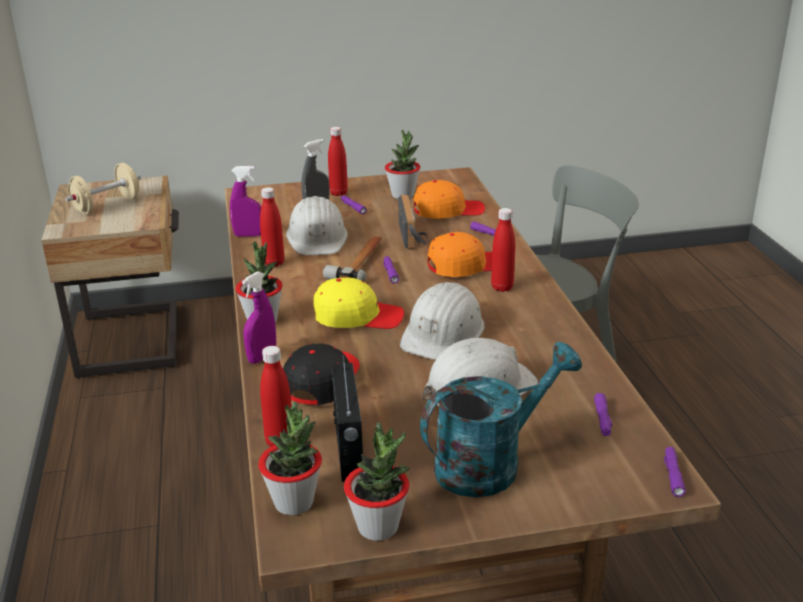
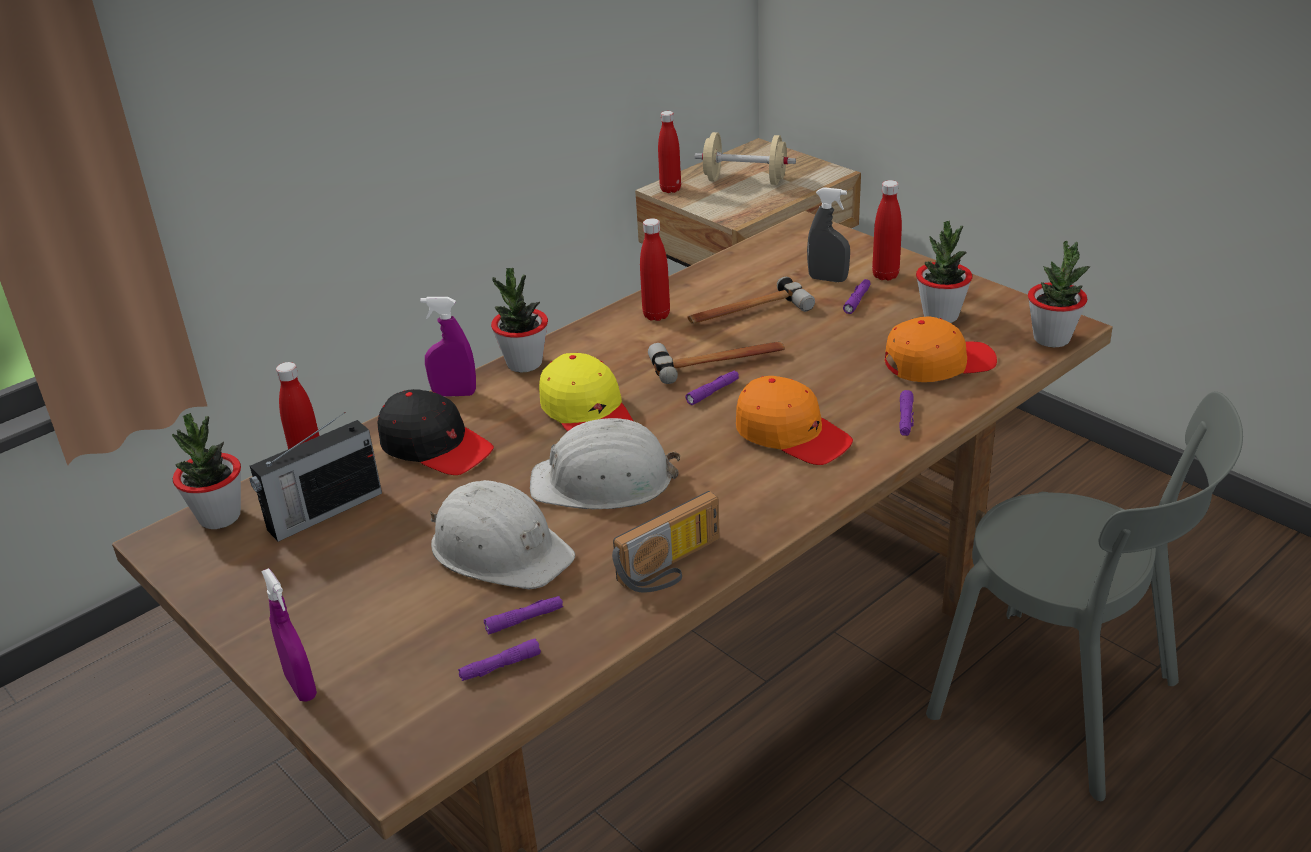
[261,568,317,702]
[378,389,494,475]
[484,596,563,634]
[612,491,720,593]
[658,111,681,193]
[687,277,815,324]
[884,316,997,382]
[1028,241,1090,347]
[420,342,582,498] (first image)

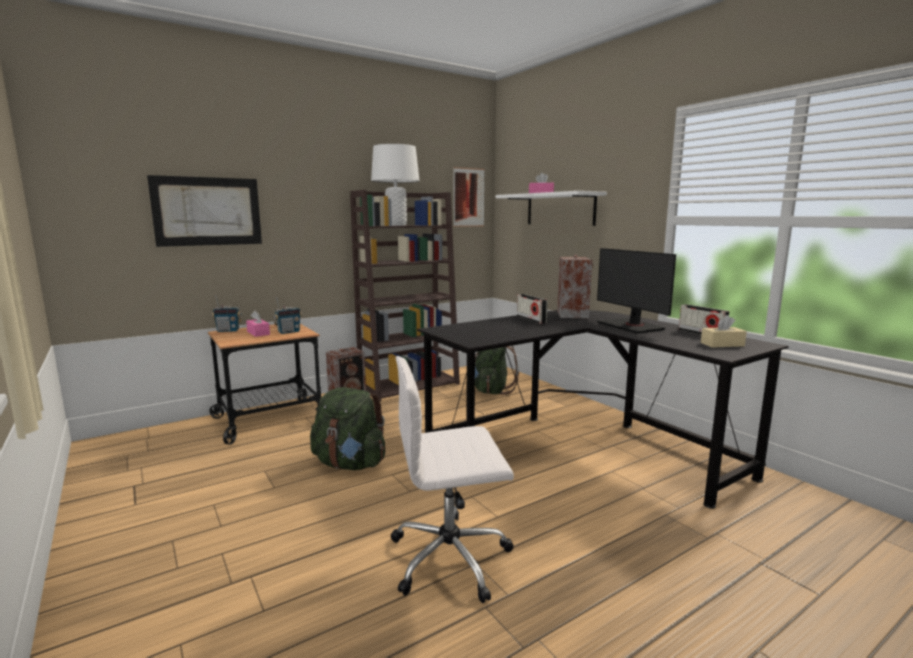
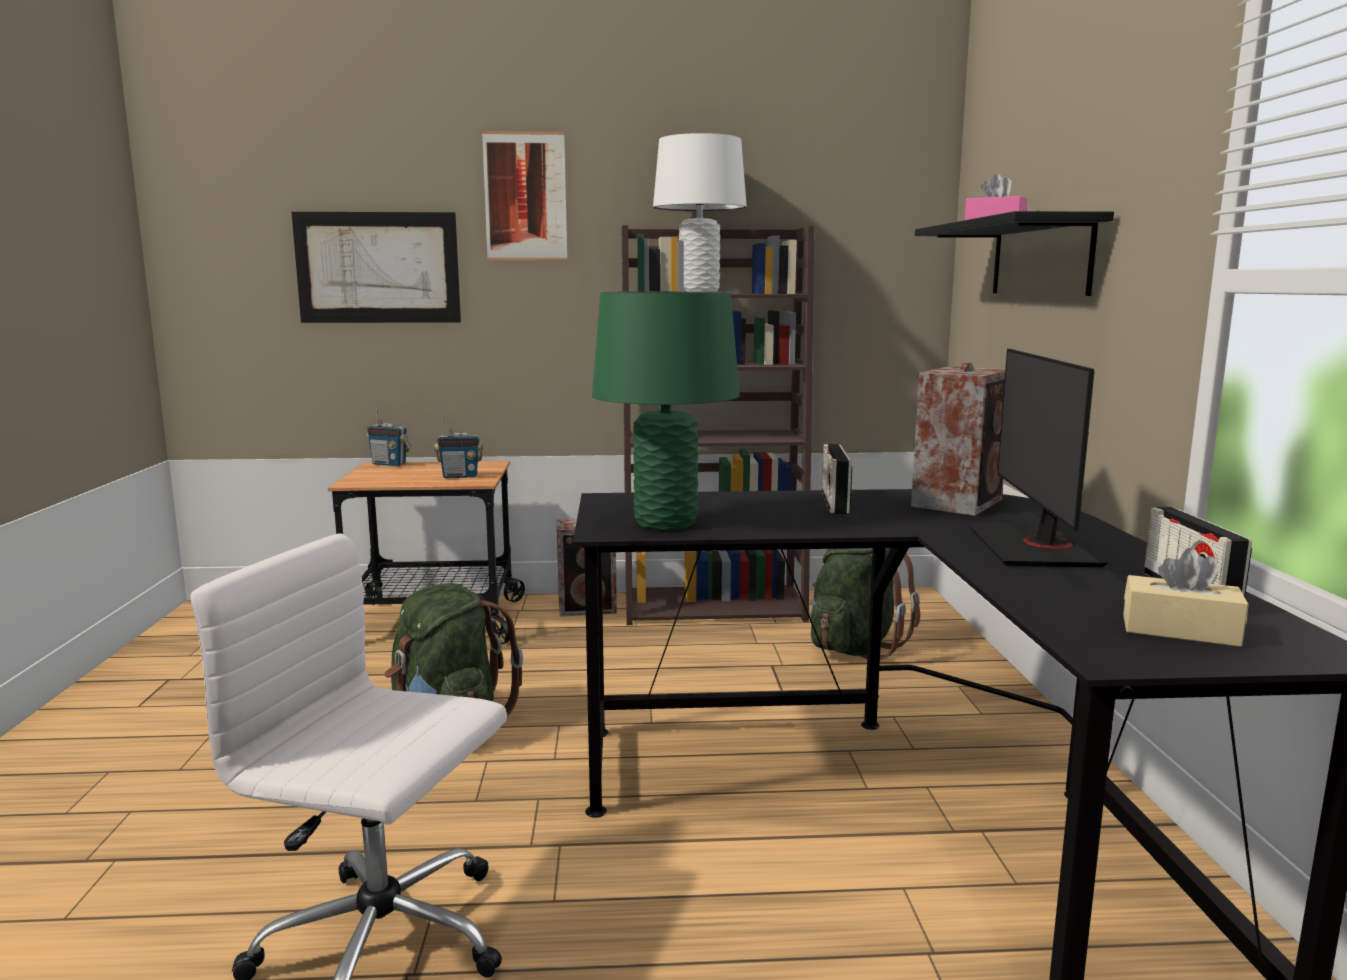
[482,131,567,260]
[592,291,740,530]
[915,211,1114,296]
[246,311,270,337] (first image)

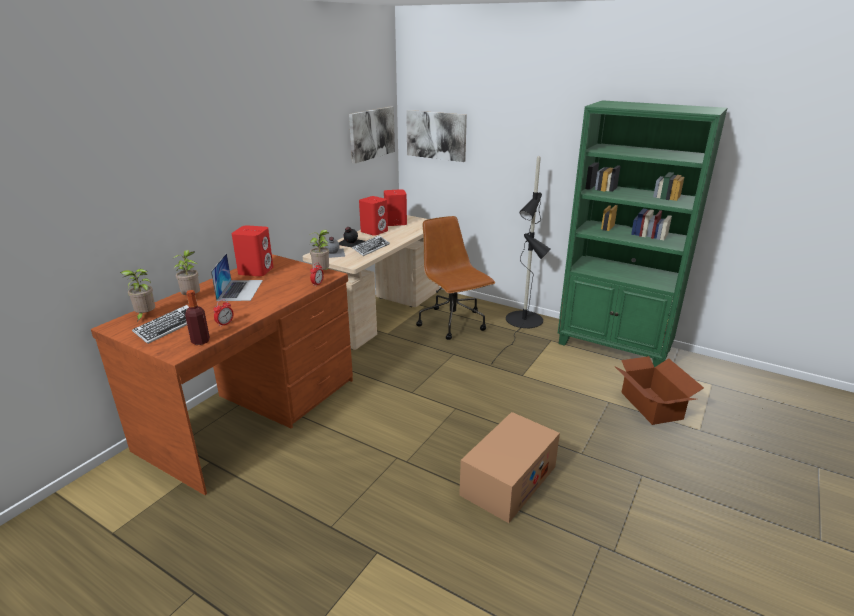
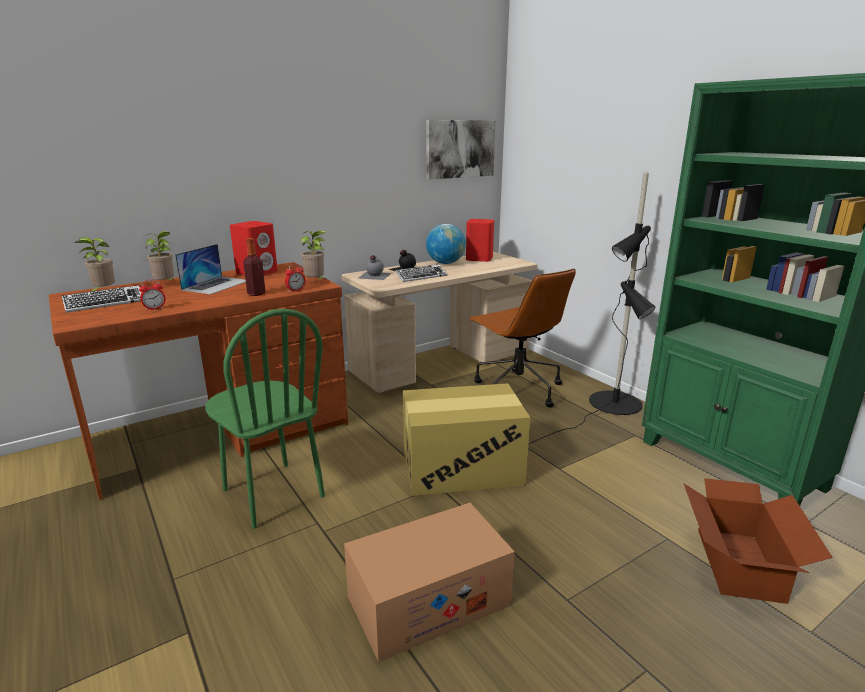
[205,309,325,529]
[243,238,266,296]
[403,383,530,496]
[426,224,466,264]
[468,268,576,407]
[406,110,467,162] (first image)

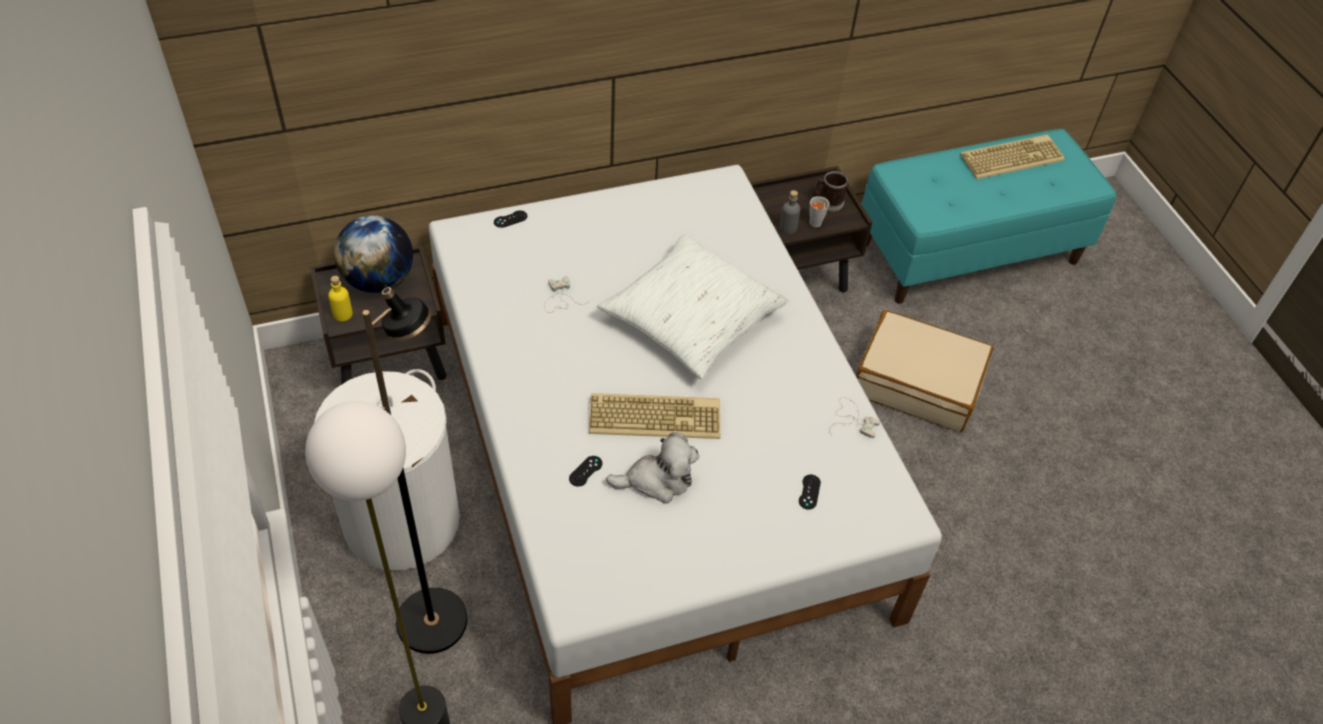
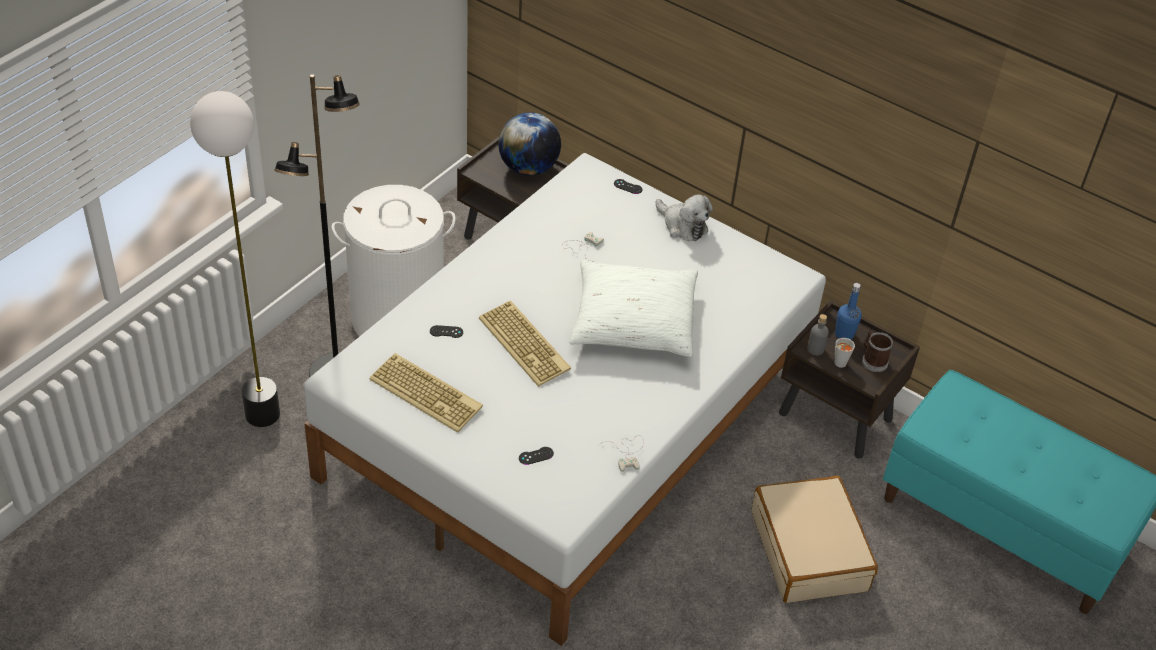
[369,353,483,433]
[656,194,713,241]
[835,283,862,340]
[328,276,353,321] (first image)

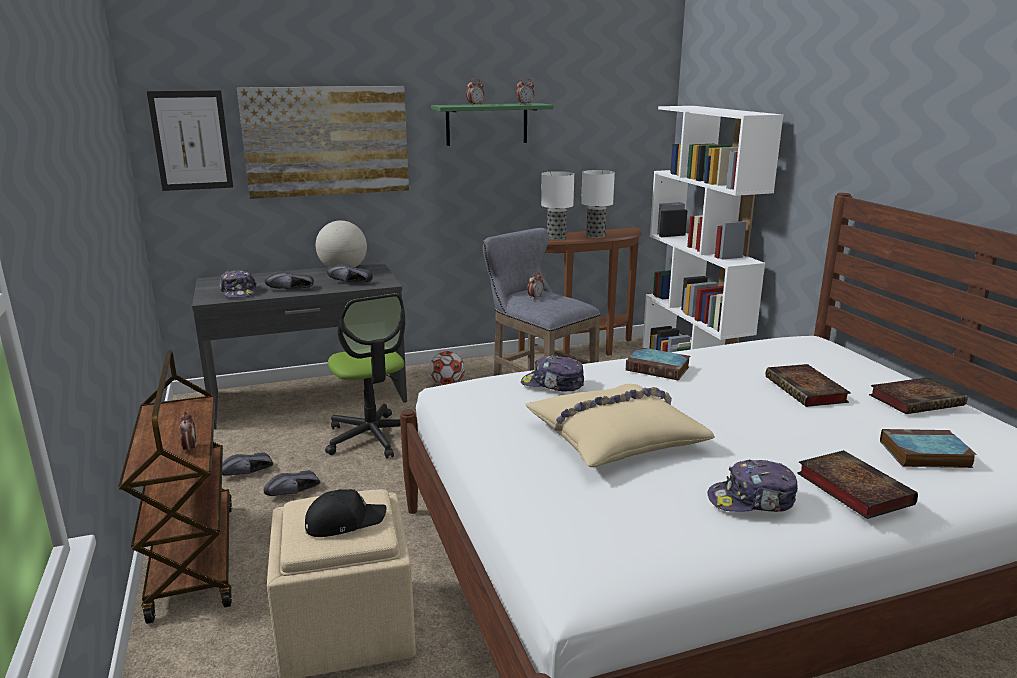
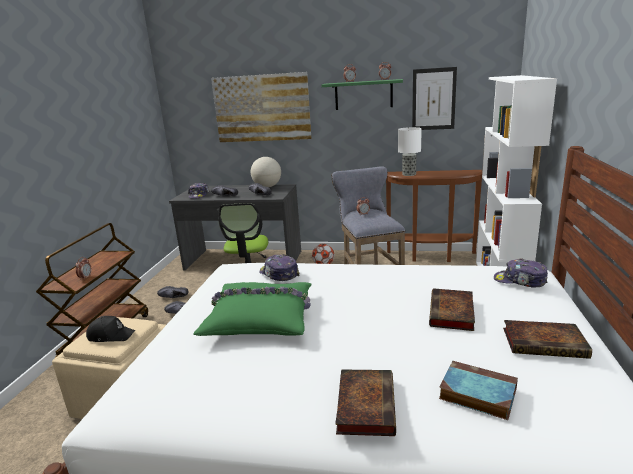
[193,282,312,336]
[412,67,457,130]
[494,258,548,287]
[581,170,615,238] (first image)
[626,347,690,380] (first image)

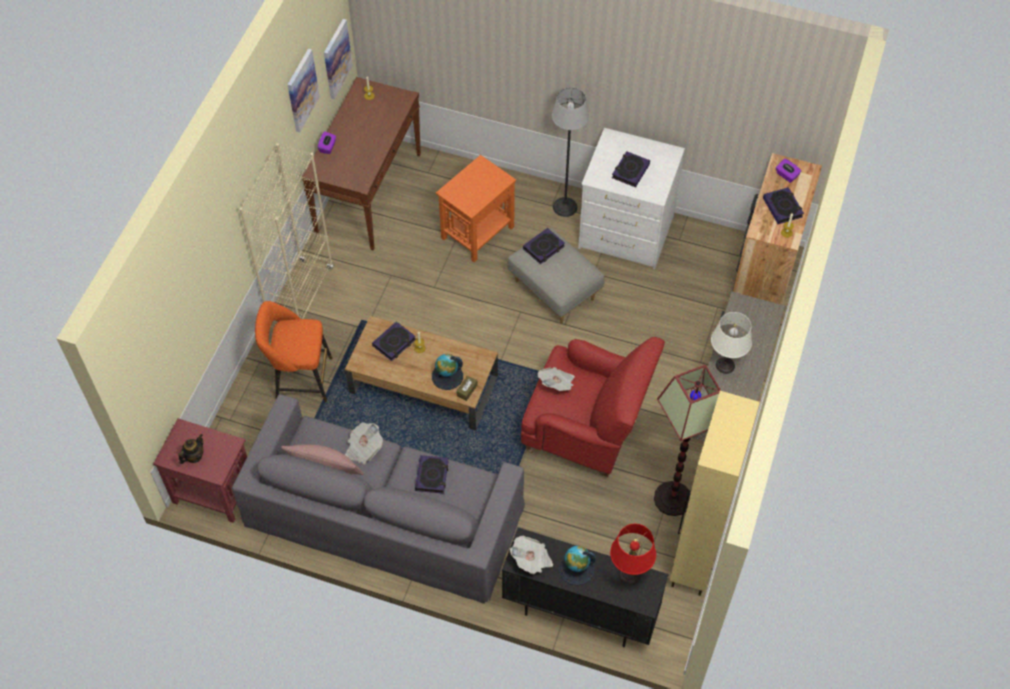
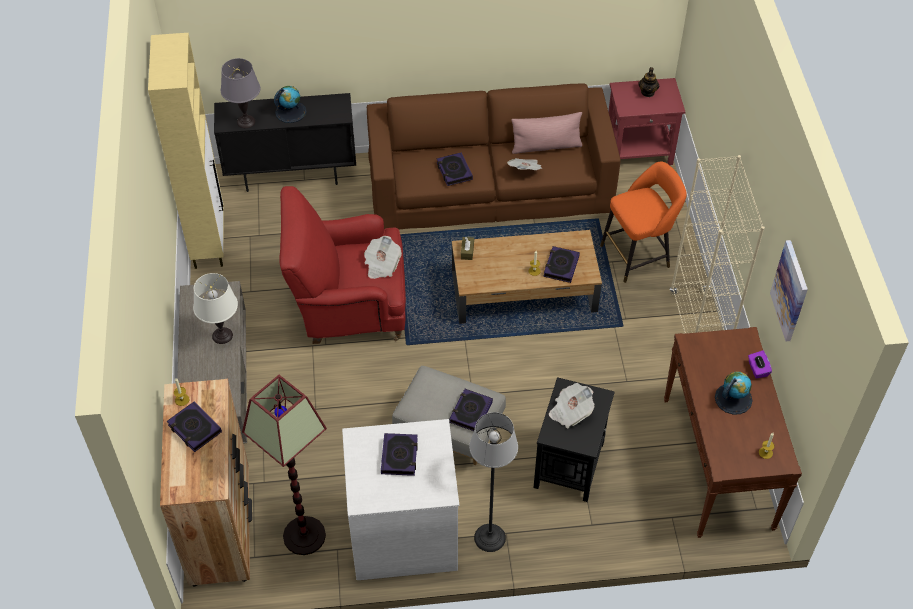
[221,58,260,128]
[242,375,327,555]
[367,83,621,229]
[533,377,615,502]
[549,383,594,428]
[715,371,753,415]
[324,19,353,99] (first image)
[776,159,801,183] (first image)

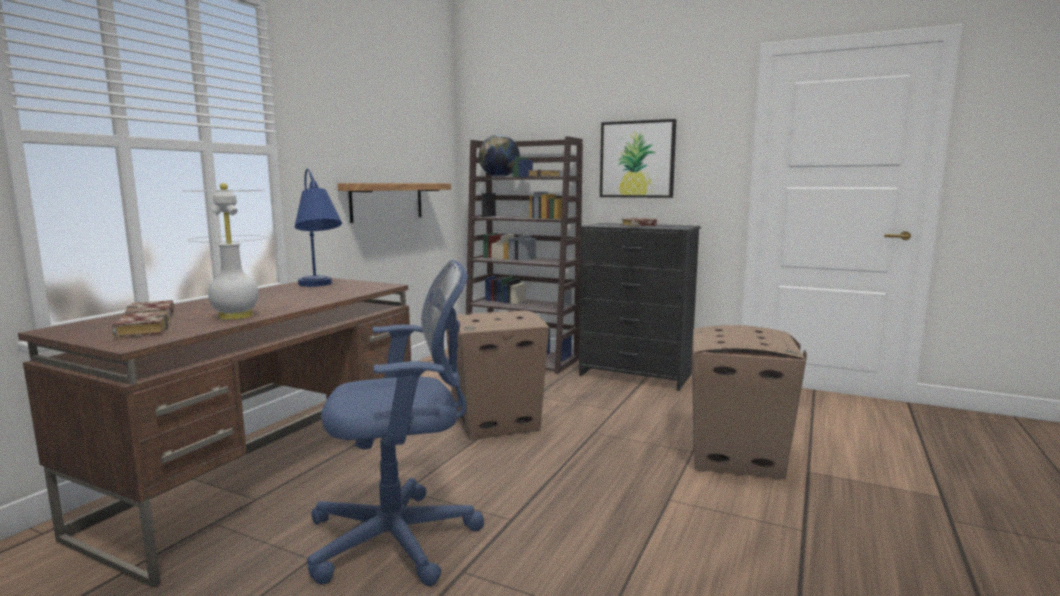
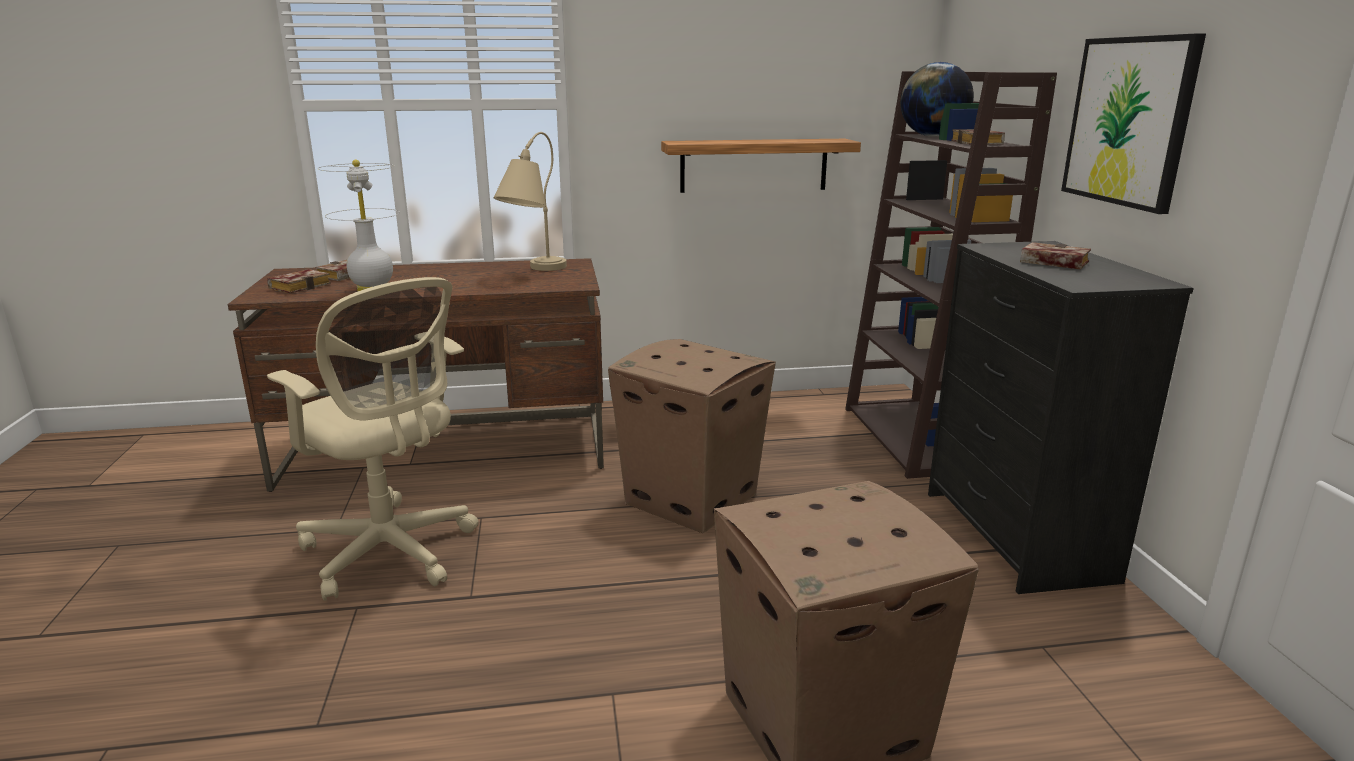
[267,277,478,601]
[494,132,567,271]

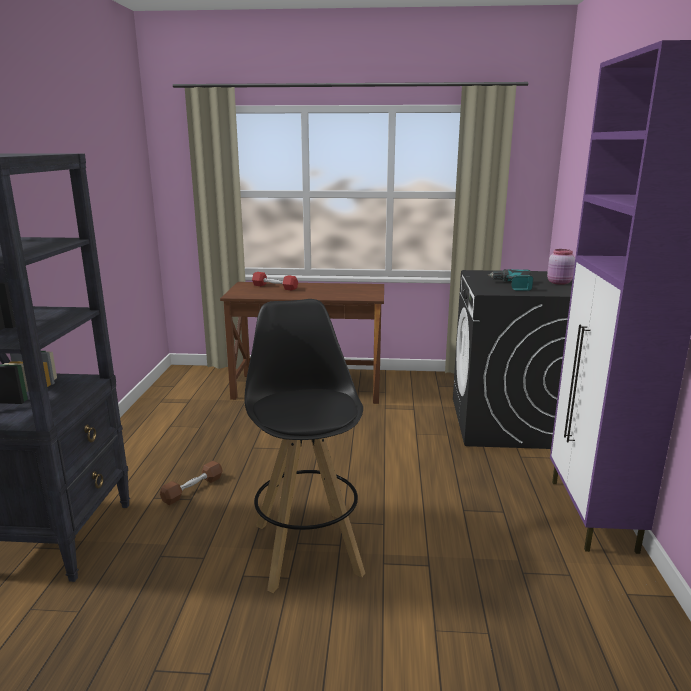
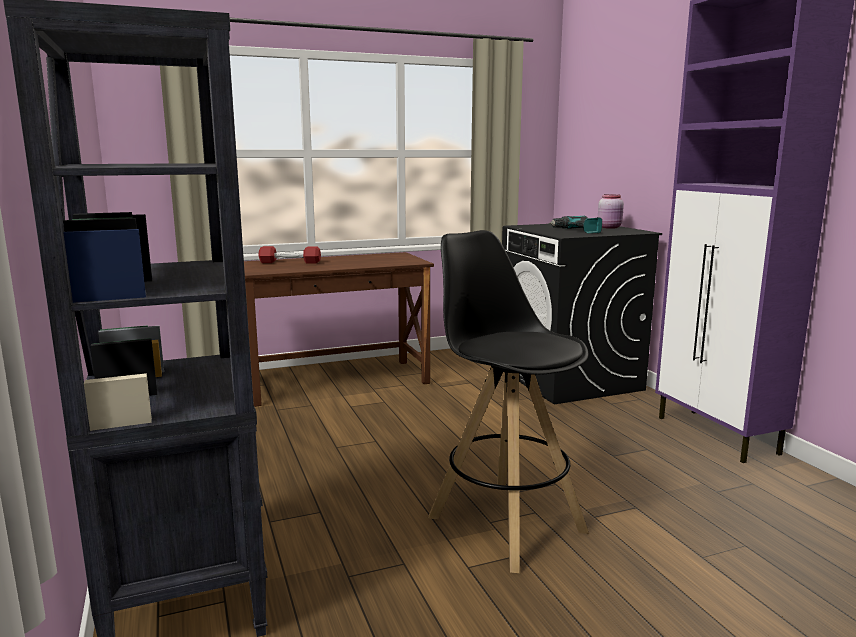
[160,461,223,505] (first image)

